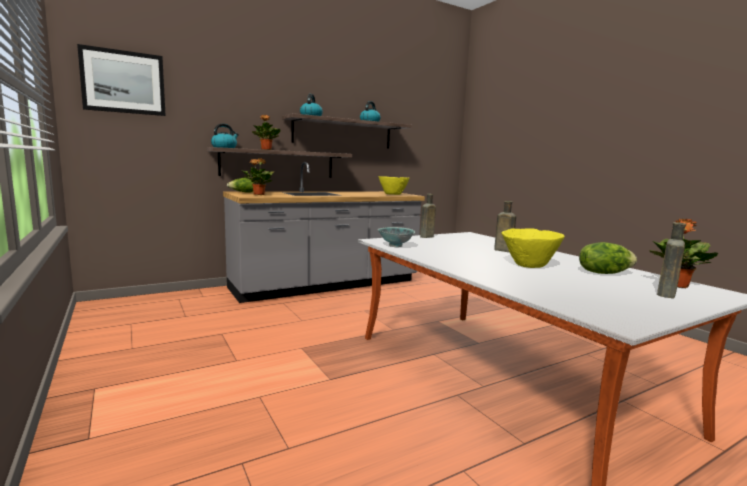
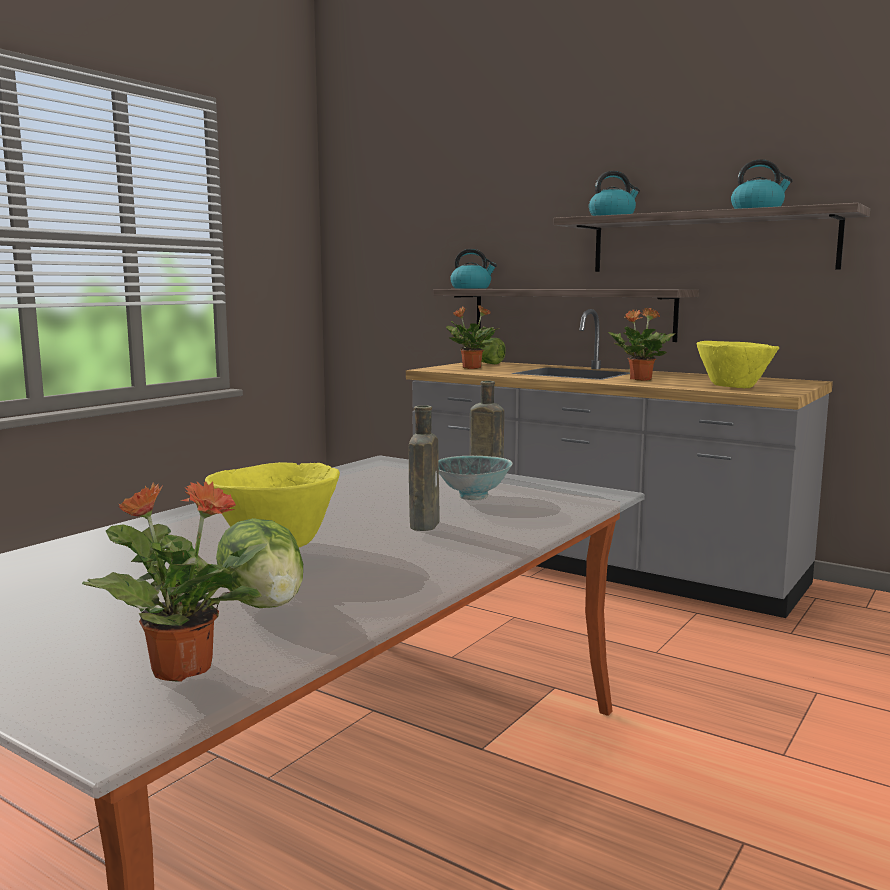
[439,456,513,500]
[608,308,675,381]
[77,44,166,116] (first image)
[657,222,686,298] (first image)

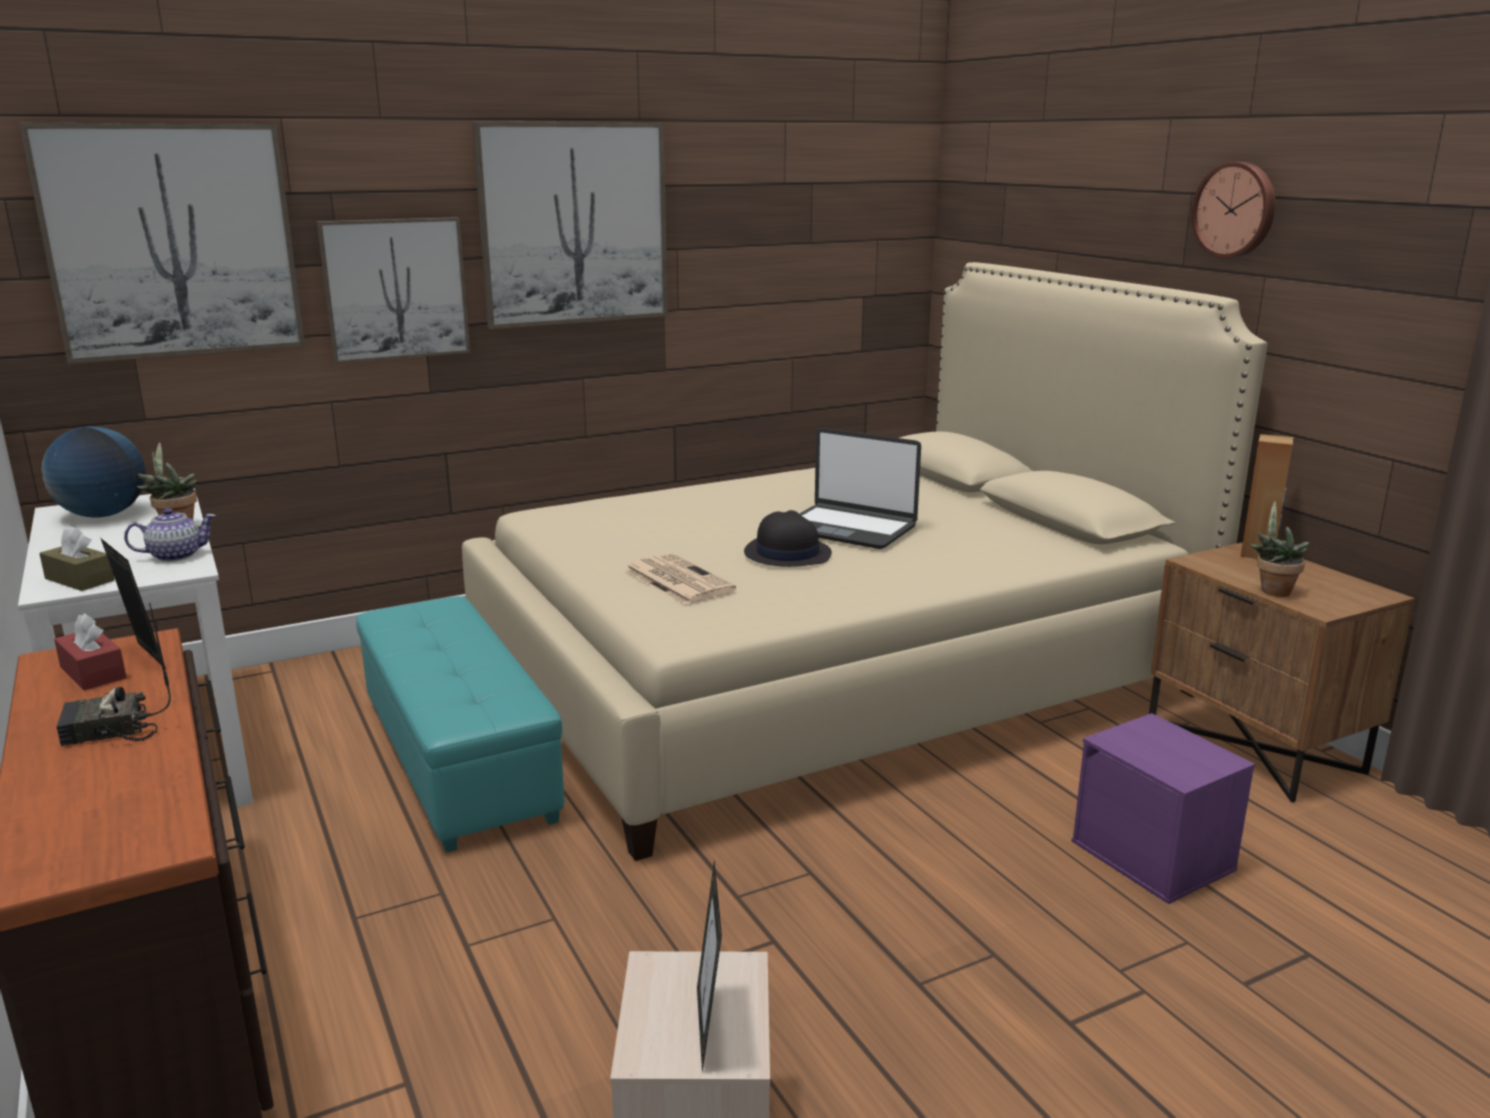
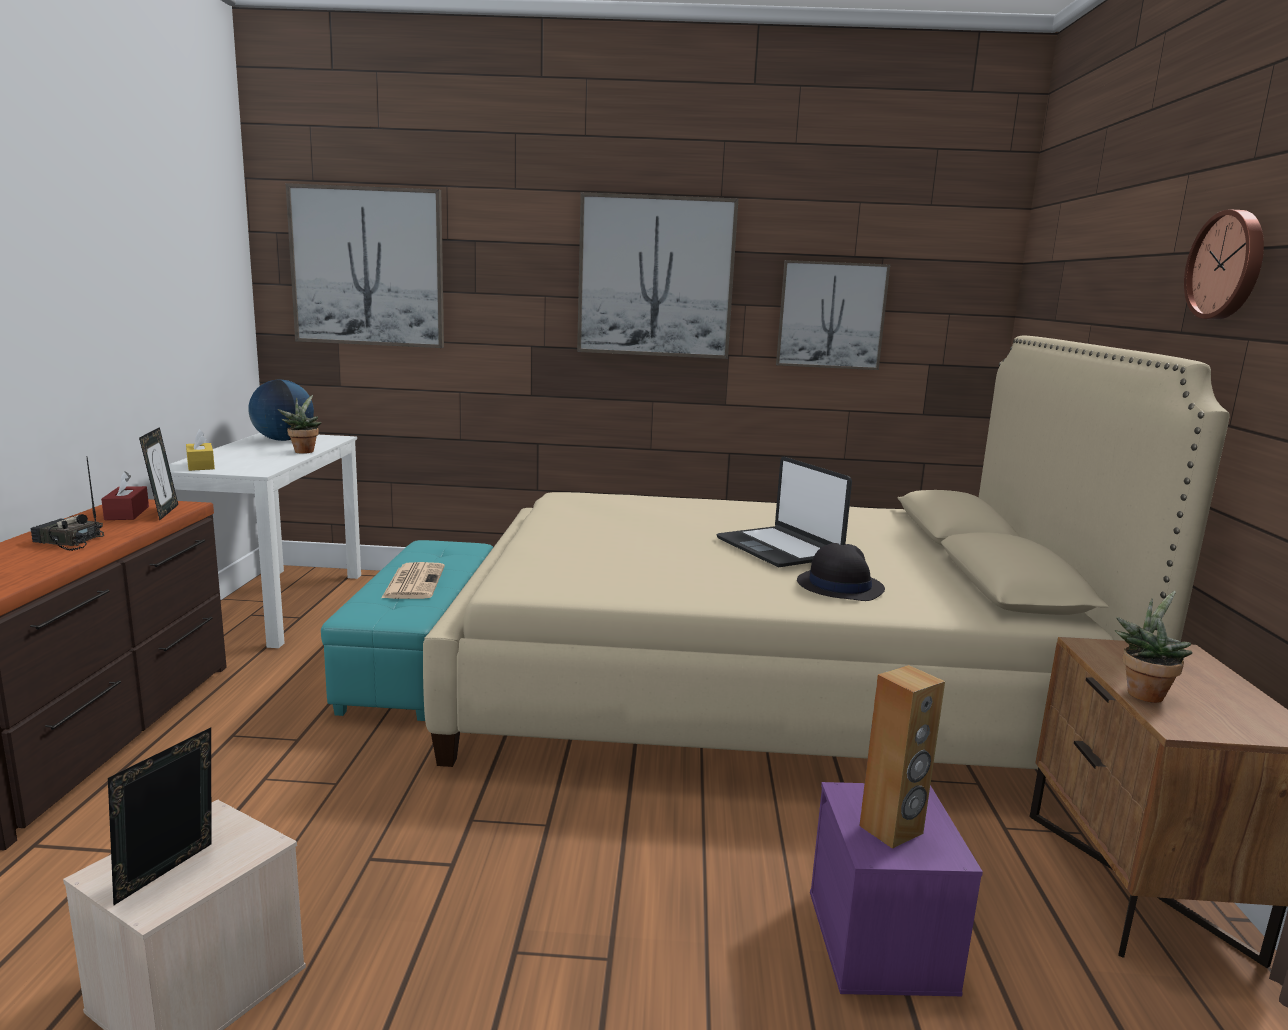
[186,429,215,471]
[382,562,445,599]
[776,260,890,370]
[797,543,885,601]
[859,665,945,849]
[124,508,216,562] (first image)

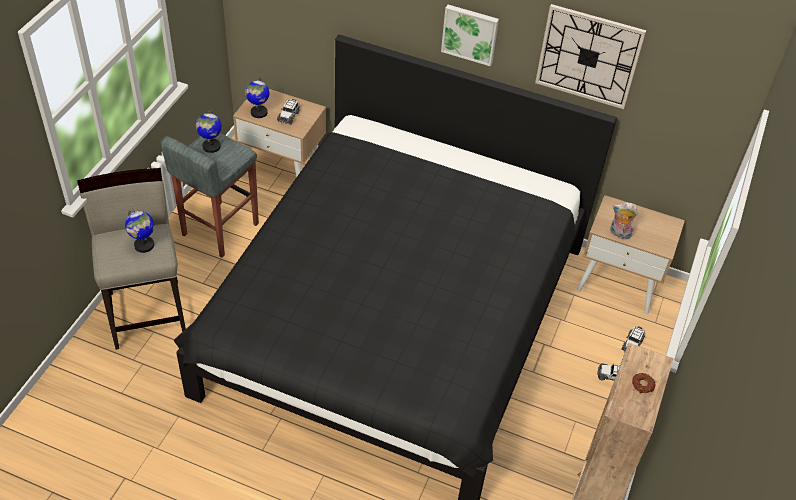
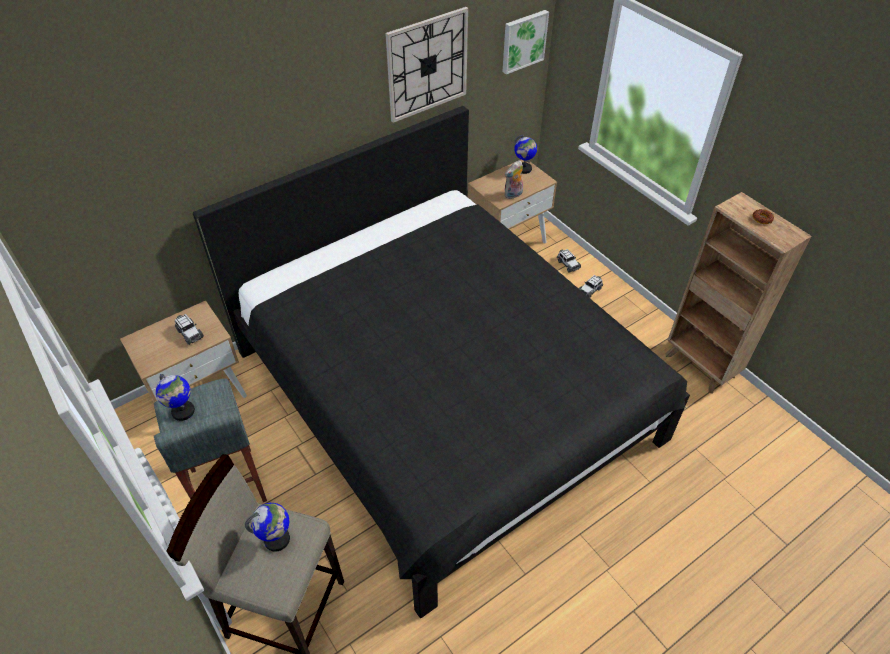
[502,10,549,74]
[514,134,537,174]

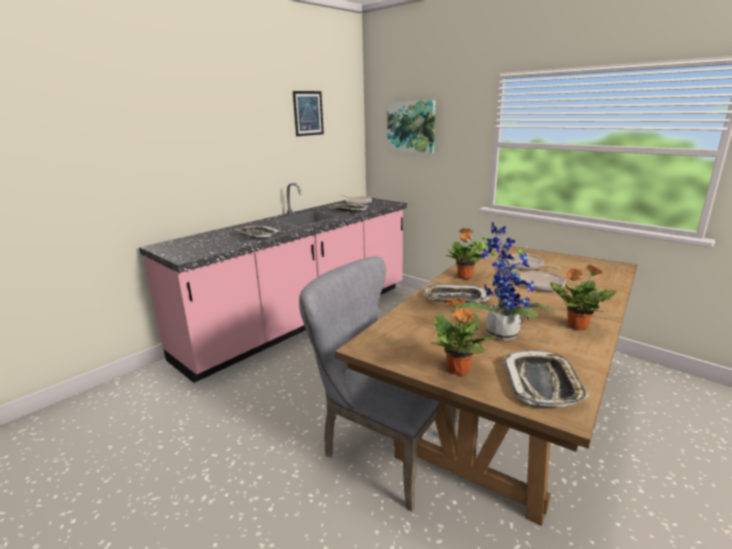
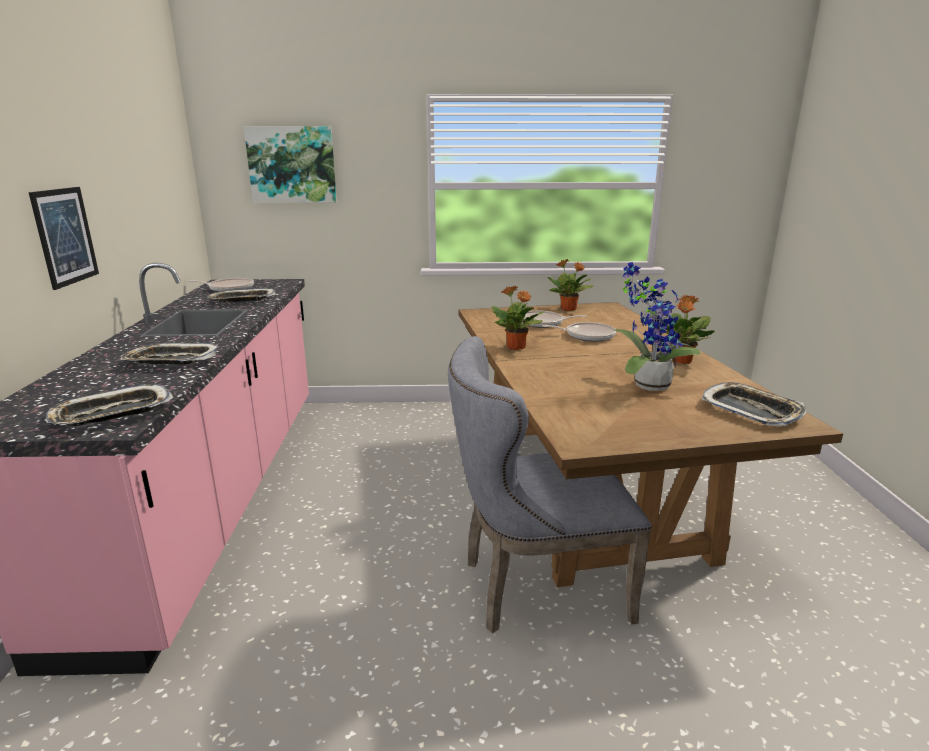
[28,187,99,290]
[44,384,174,426]
[547,259,593,311]

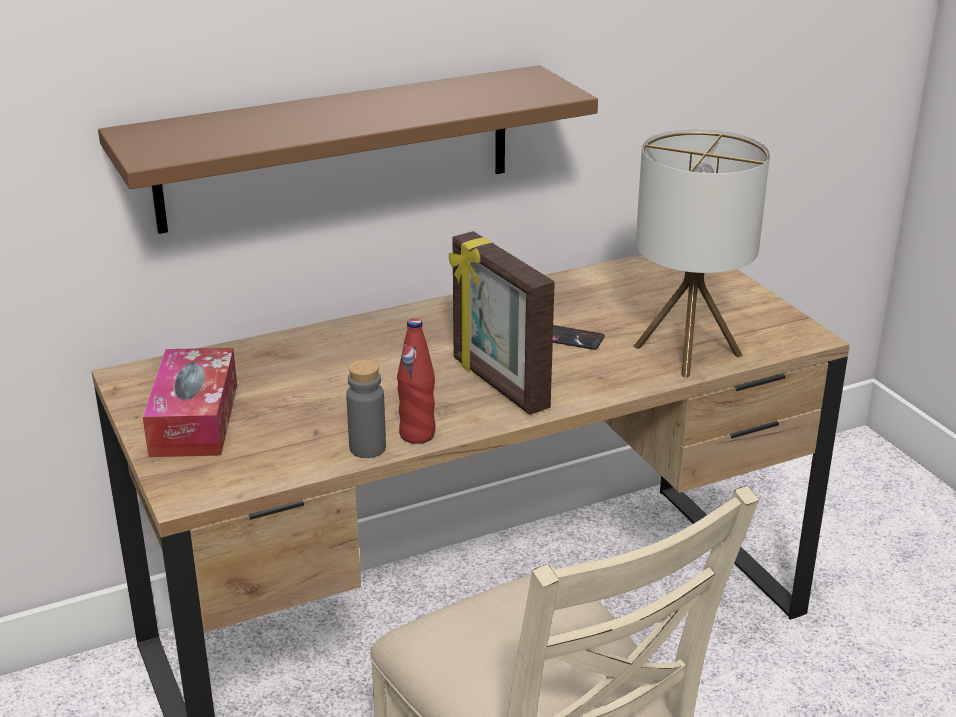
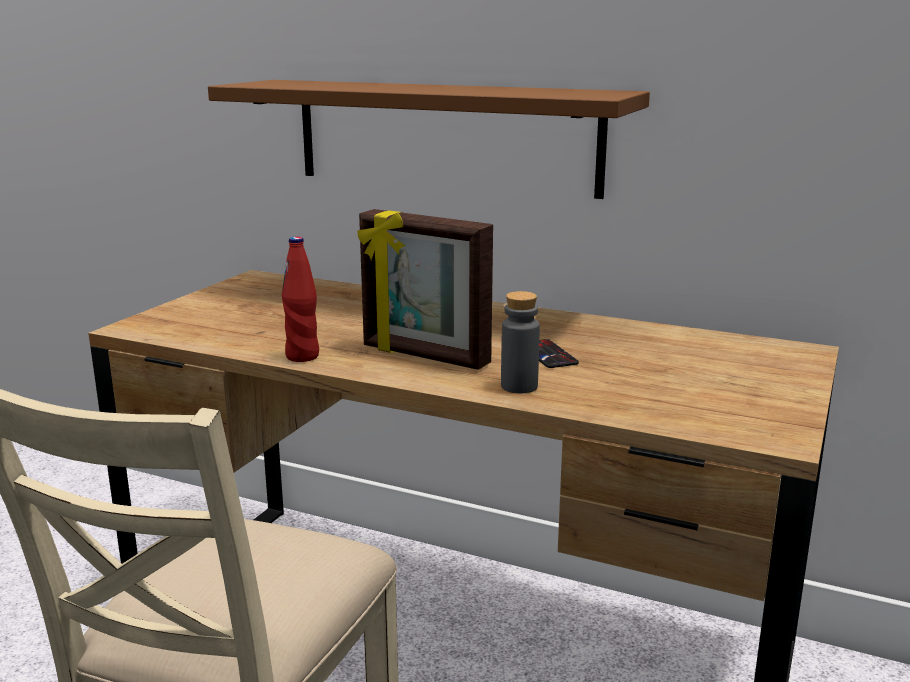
[357,209,493,370]
[501,291,540,393]
[143,348,237,457] (first image)
[633,129,770,378] (first image)

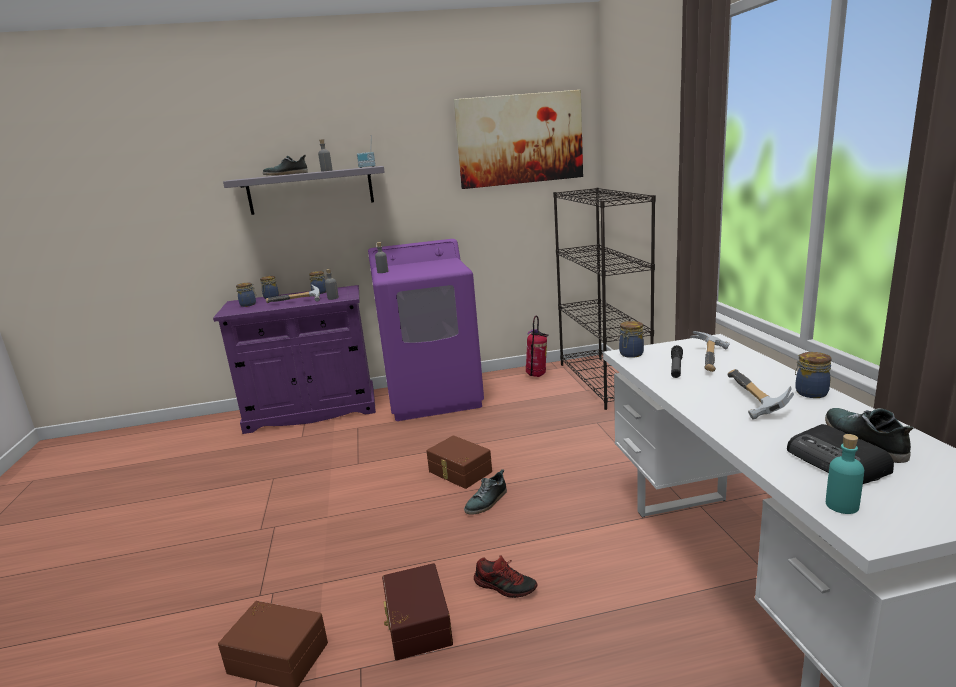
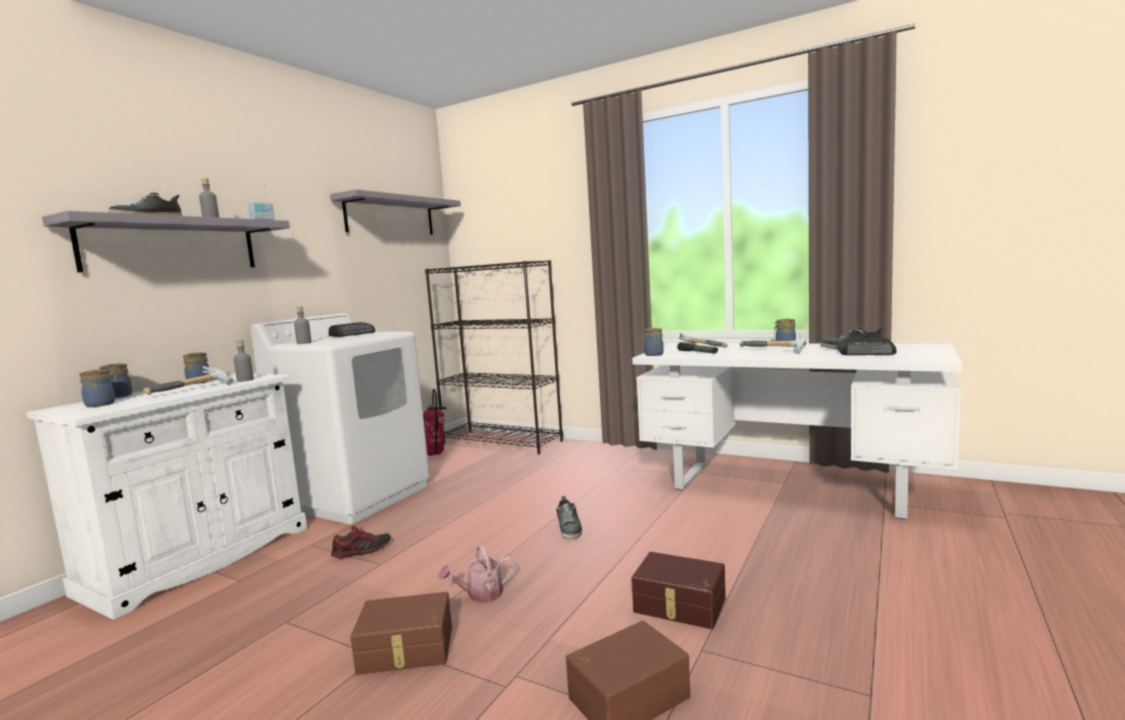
[26,373,307,619]
[251,313,430,524]
[328,322,375,337]
[330,189,461,235]
[331,526,391,558]
[350,592,452,675]
[438,545,515,603]
[826,434,864,514] (first image)

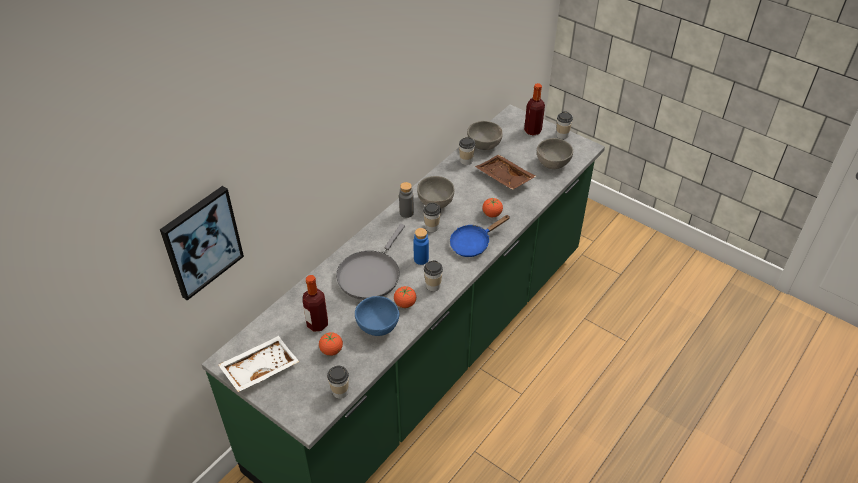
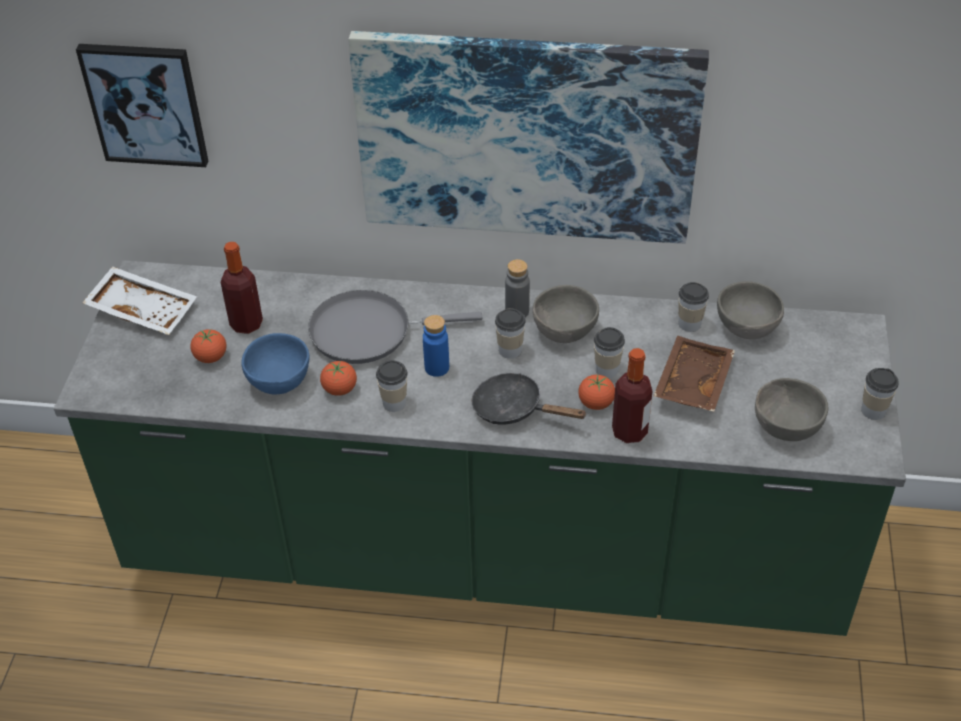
[348,31,709,244]
[471,373,587,425]
[594,327,625,378]
[612,348,652,443]

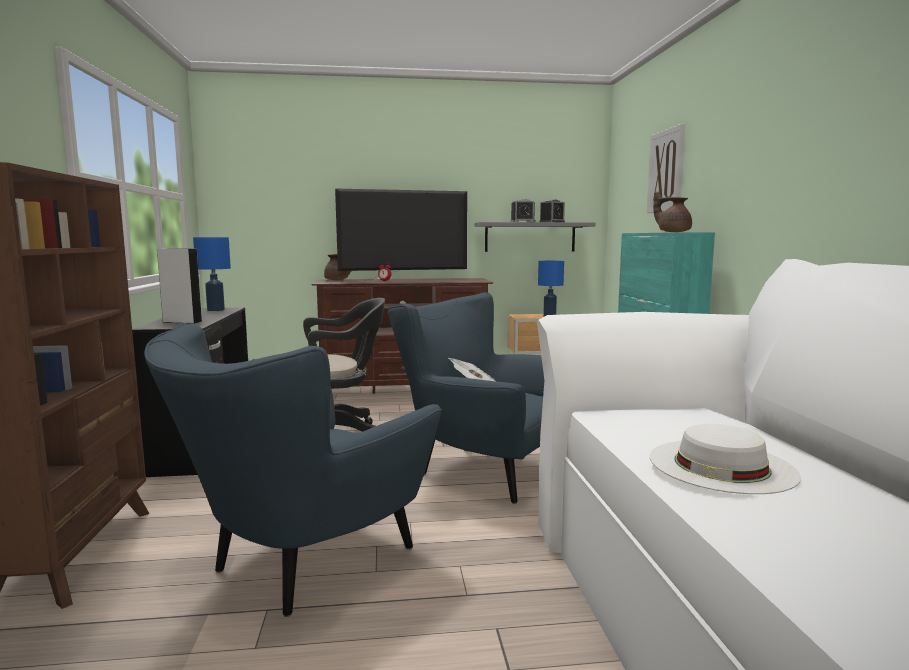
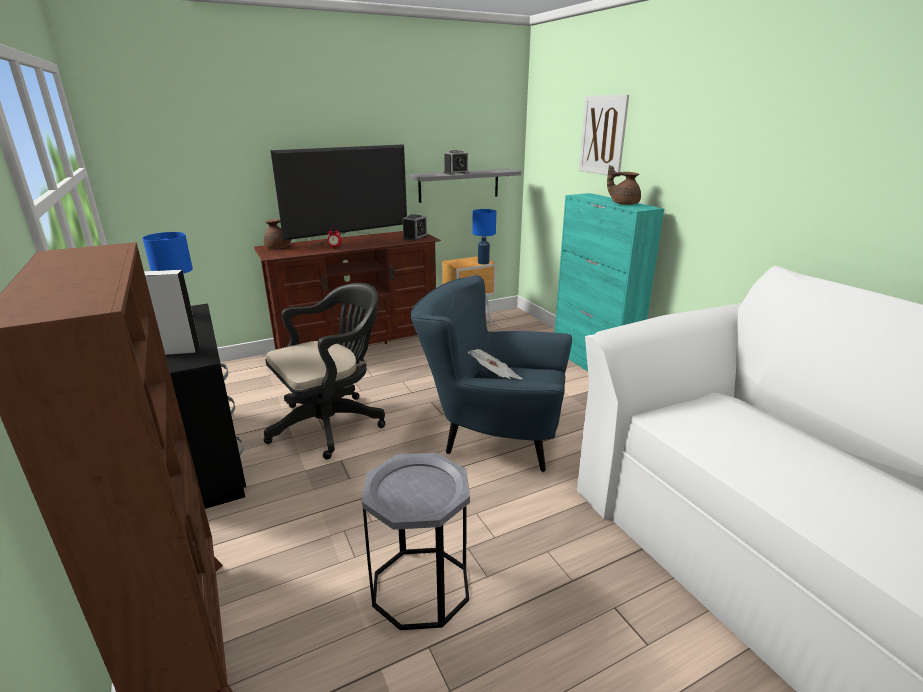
[362,453,470,630]
[402,214,428,241]
[650,424,801,494] (first image)

